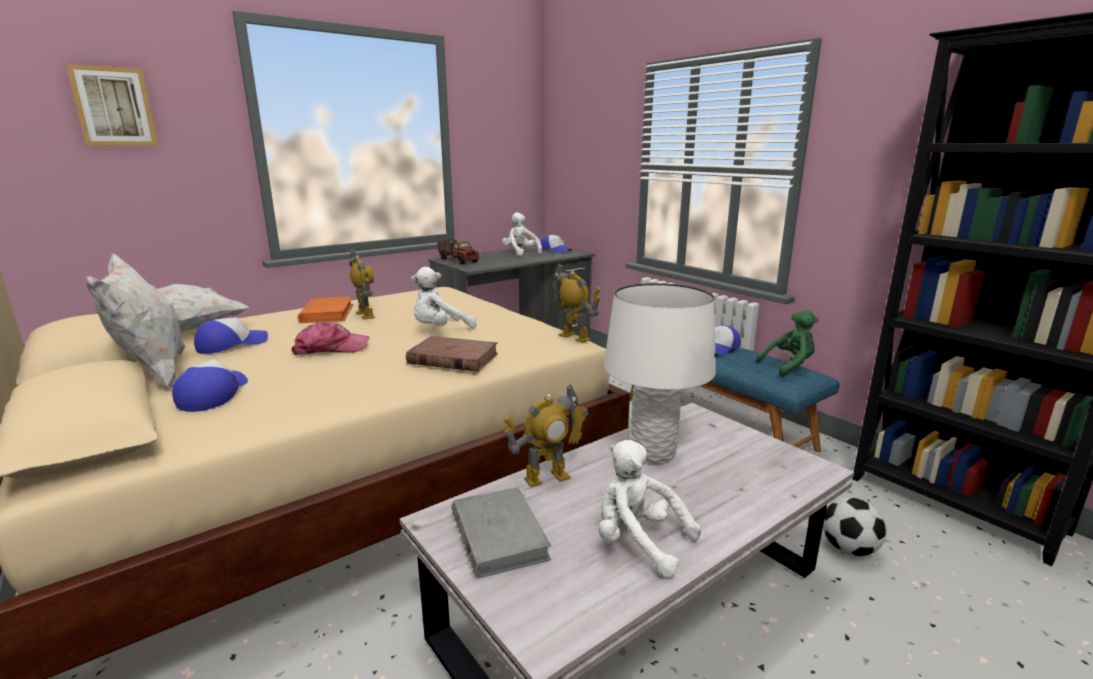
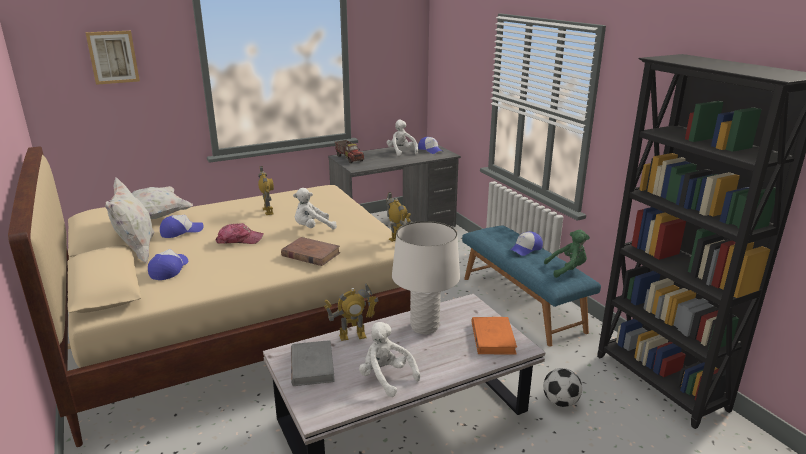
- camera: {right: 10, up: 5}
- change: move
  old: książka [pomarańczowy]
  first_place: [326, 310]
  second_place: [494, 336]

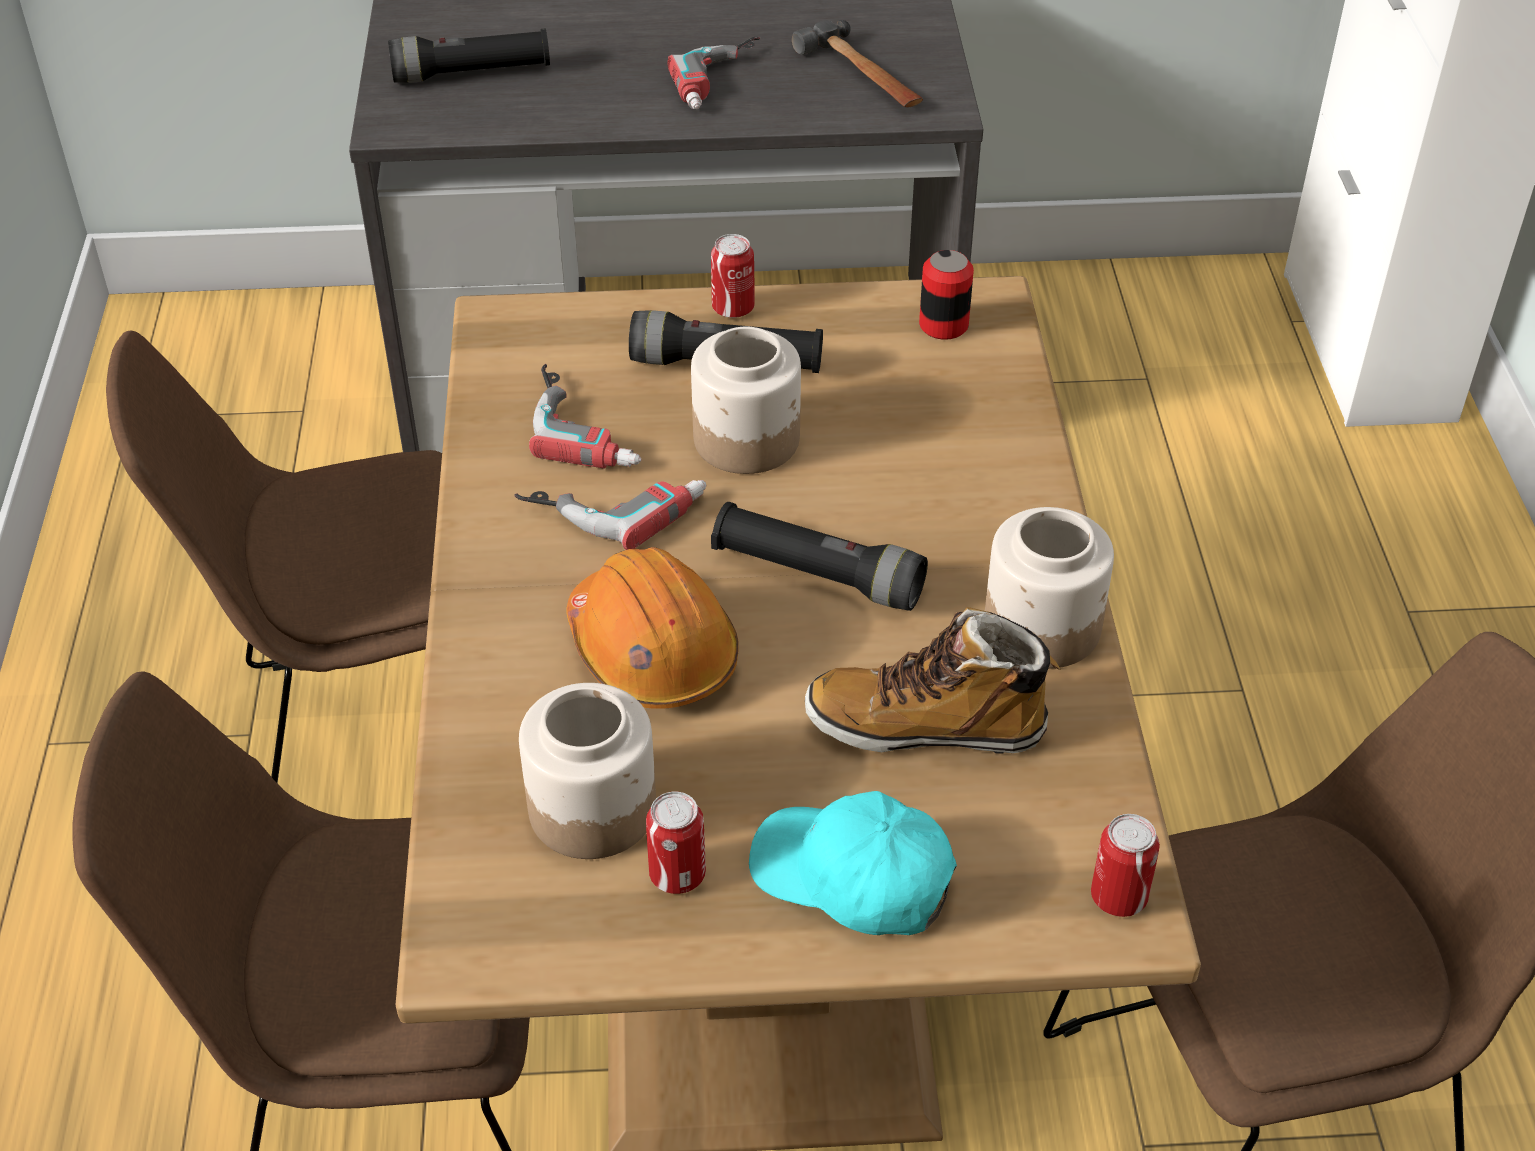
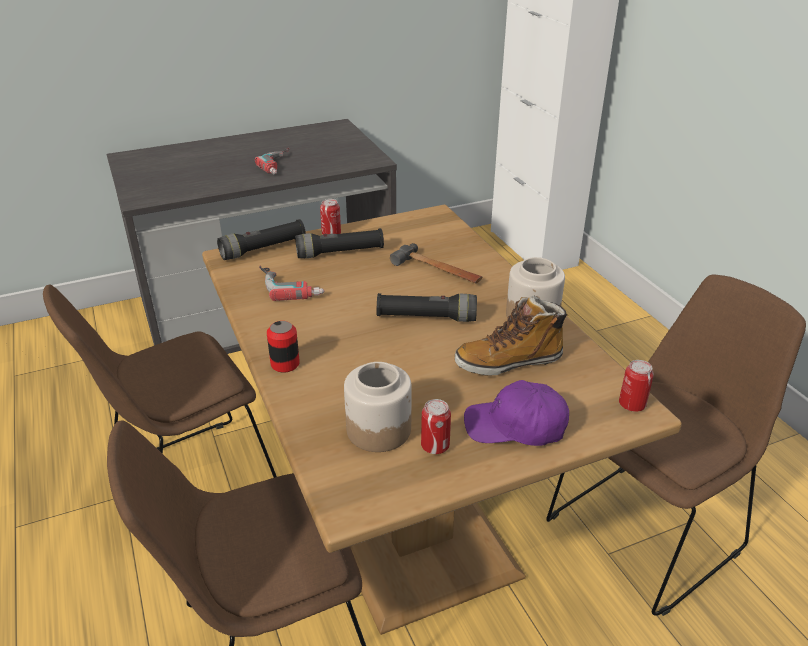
- camera: {right: -20, up: -10}
- change: move
  old: latarka [czarny]
  first_place: [469, 55]
  second_place: [261, 239]
- change: delete
  old: wiertarka
  first_place: [610, 515]
- change: delete
  old: kask [pomarańczowy]
  first_place: [652, 628]
- change: delete
  old: słoik
  first_place: [746, 400]
- change: recolor
  old: czapka z daszkiem [turkusowy]
  new: czapka z daszkiem [fioletowy]
  first_place: [853, 863]
  second_place: [516, 413]
- change: move
  old: młotek
  first_place: [857, 64]
  second_place: [436, 263]
- change: move
  old: puszka
  first_place: [946, 295]
  second_place: [283, 347]

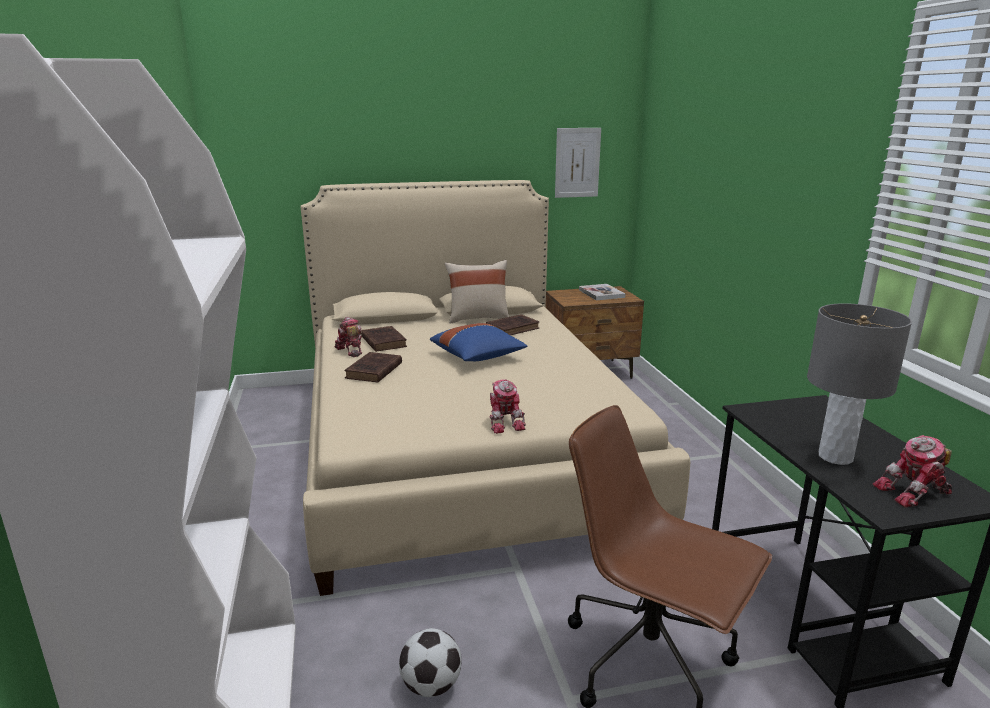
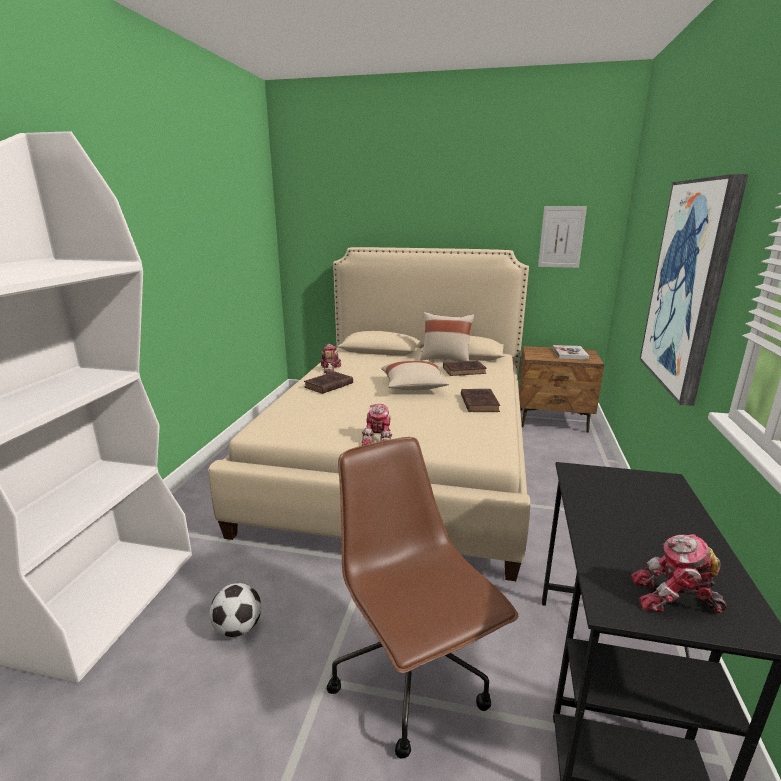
- camera: {right: 25, up: 0}
- change: move
  old: książka [brązowy]
  first_place: [384, 339]
  second_place: [480, 400]
- change: recolor
  old: poduszka [niebieski]
  new: poduszka [beżowy]
  first_place: [479, 342]
  second_place: [415, 376]
- change: delete
  old: lampa stołowa [szary]
  first_place: [859, 384]
- change: insert
  new: obraz
  second_place: [694, 290]

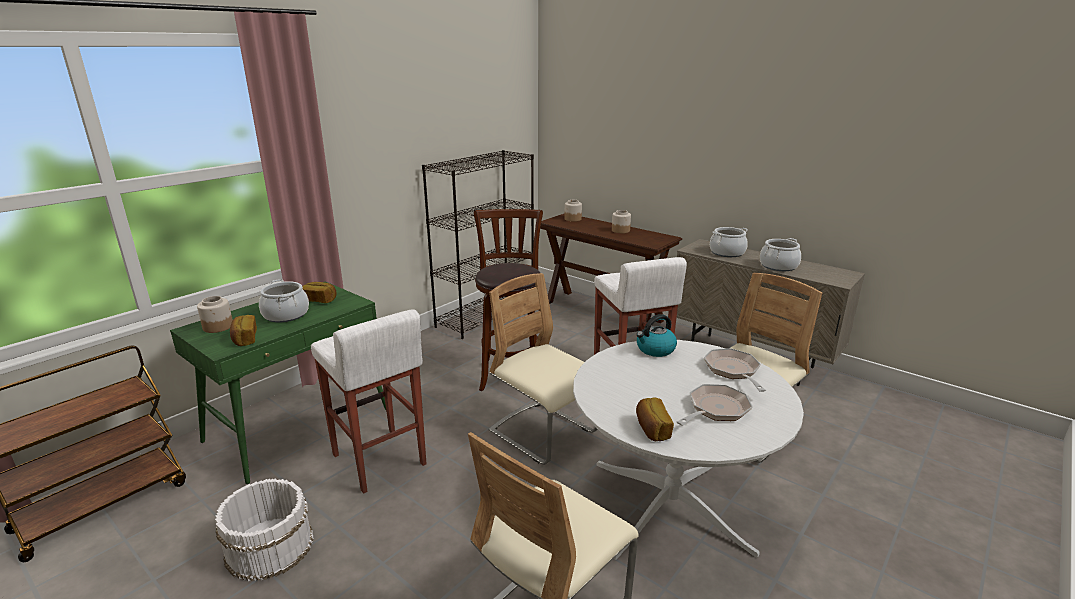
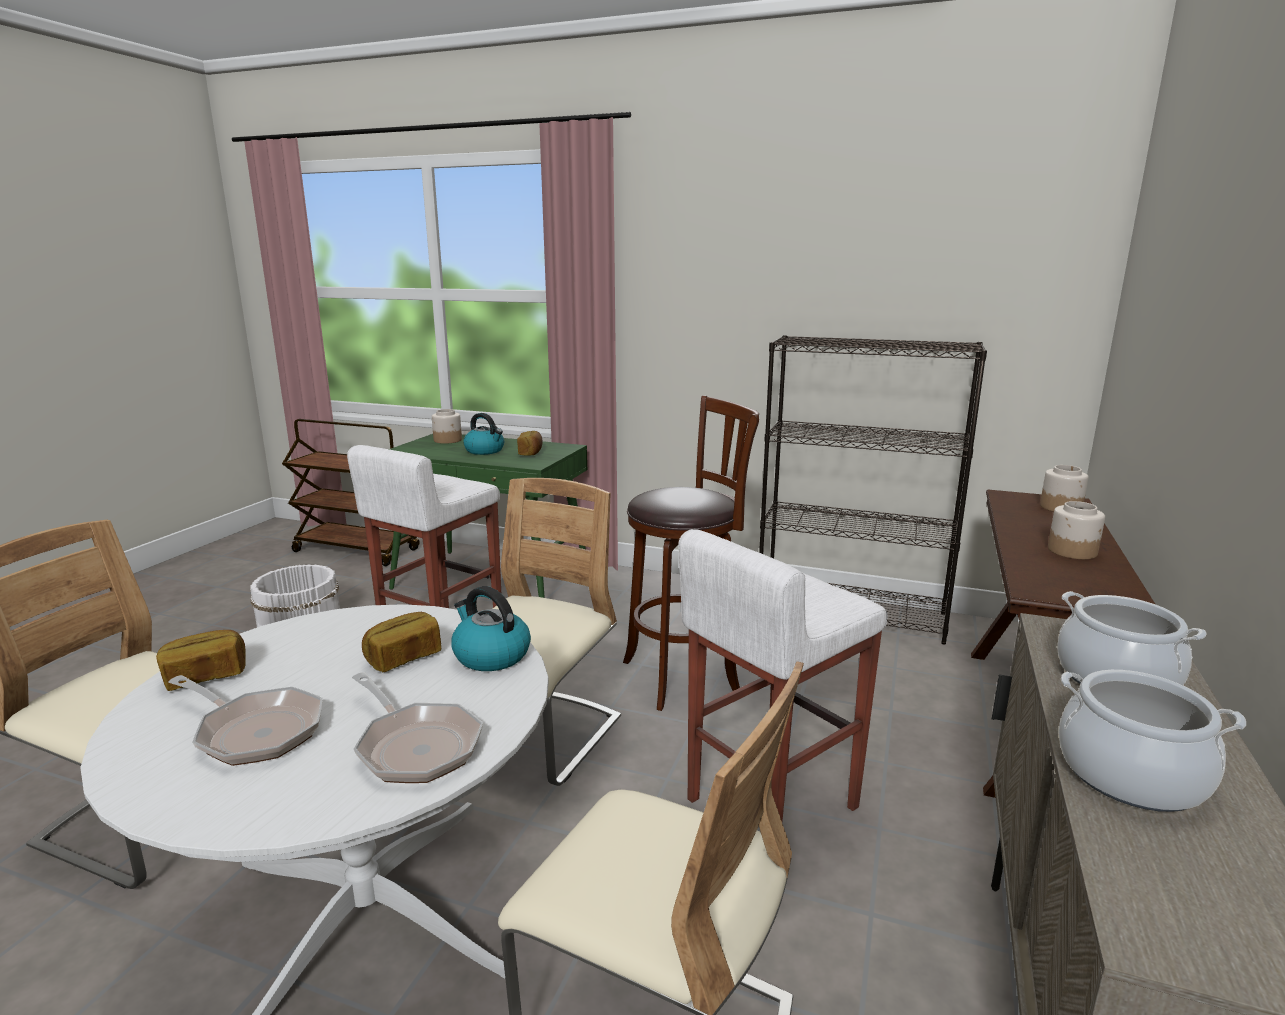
- camera: {right: 70, up: -5}
- change: move
  old: chleb
  first_place: [243, 330]
  second_place: [401, 642]
- change: replace
  old: garnek
  new: czajnik
  first_place: [284, 300]
  second_place: [483, 434]
- change: rotate
  old: patelnia
  first_place: [735, 370]
  second_place: [417, 727]
  degrees: 75

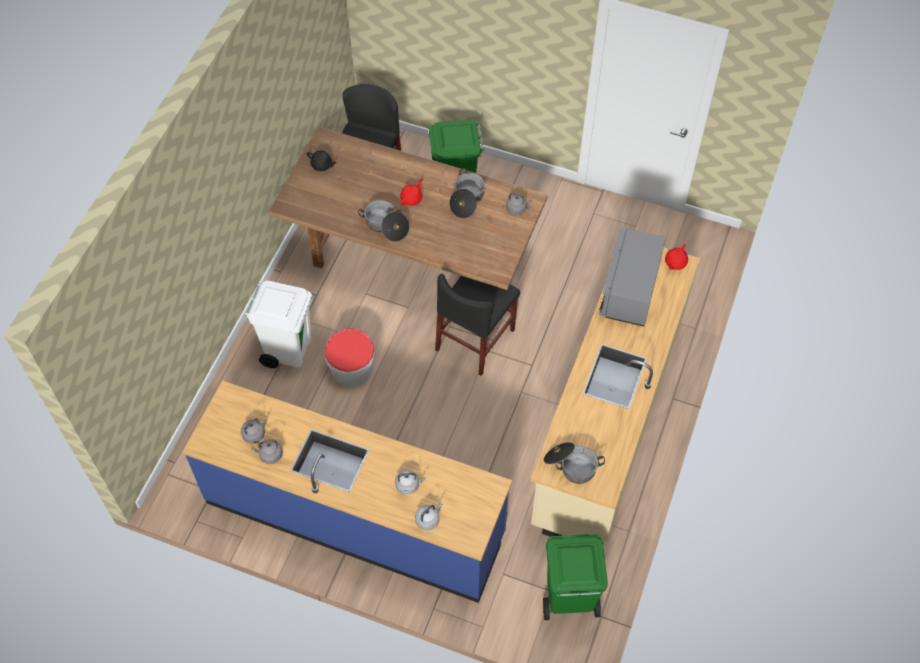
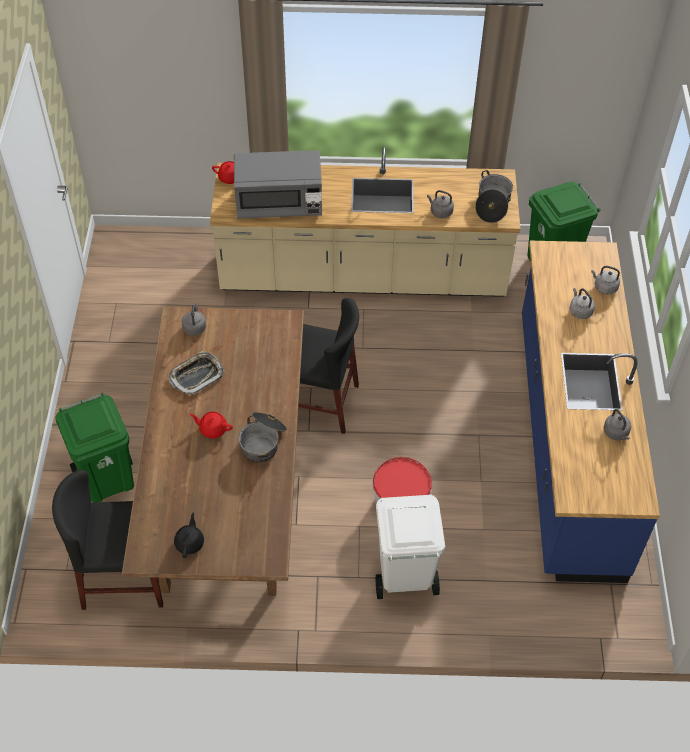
- camera: {right: -110, up: -5}
- change: move
  old: czajnik [szary]
  first_place: [254, 430]
  second_place: [440, 204]
- change: replace
  old: garnek
  new: taca
  first_place: [467, 193]
  second_place: [197, 373]

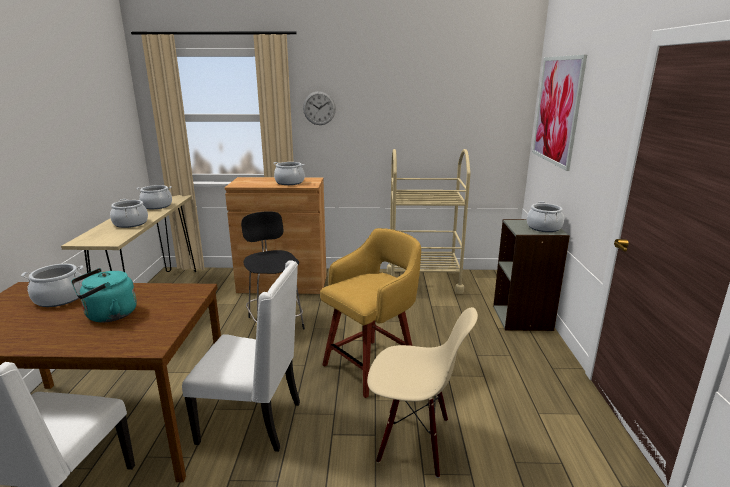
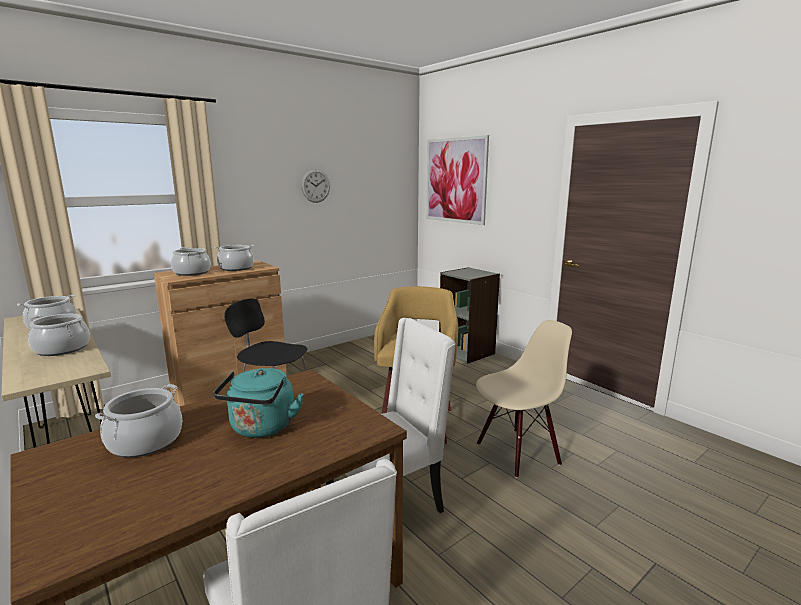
- camera: {right: -40, up: -5}
- change: move
  old: zegar ścienny
  first_place: [319, 108]
  second_place: [315, 186]
- change: delete
  old: wózek [beżowy]
  first_place: [429, 221]
- change: move
  old: garnek
  first_place: [545, 217]
  second_place: [191, 261]

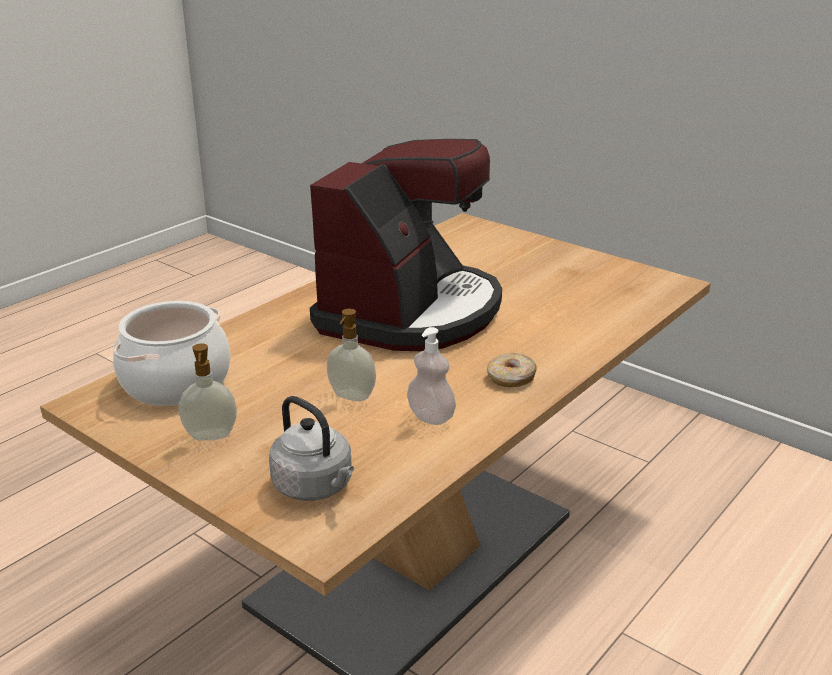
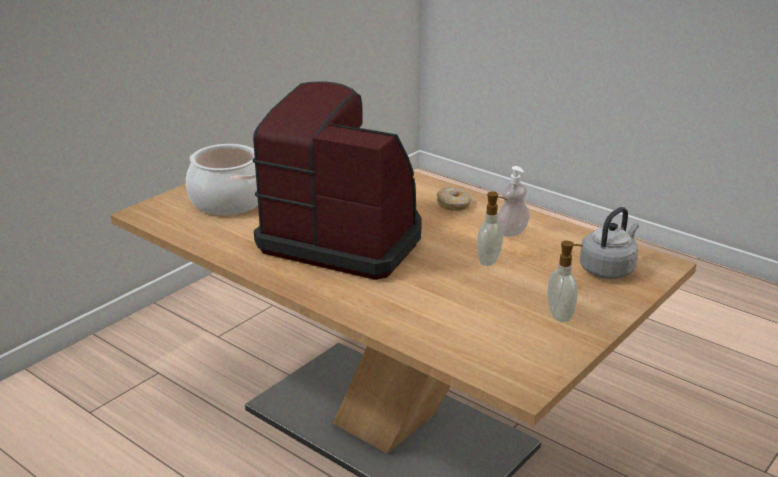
- camera: {right: -90, up: 0}
- change: move
  old: garnek
  first_place: [172, 353]
  second_place: [222, 179]

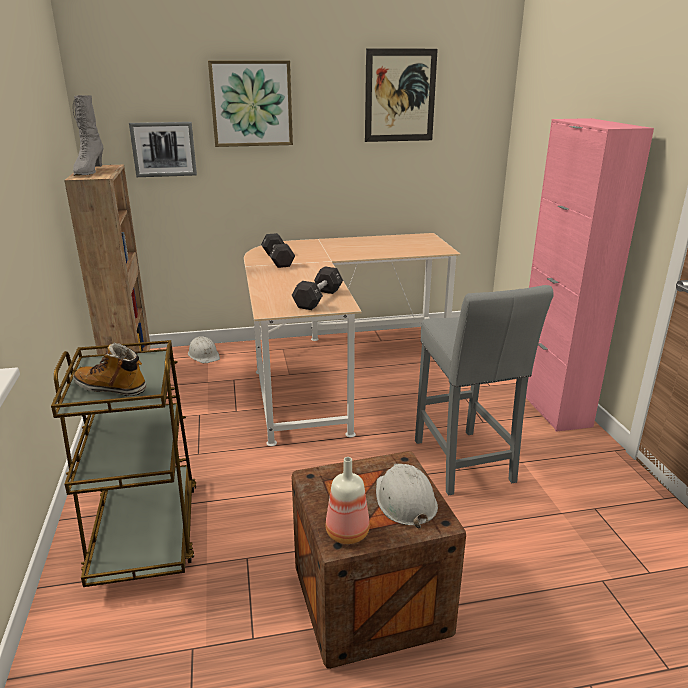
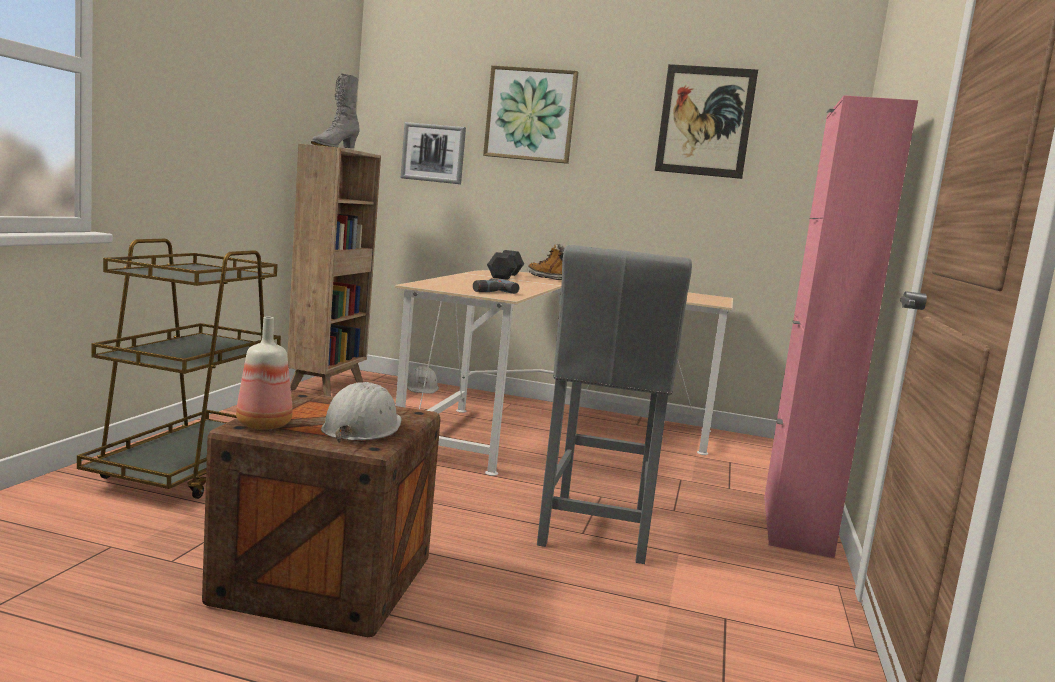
- camera: {right: 25, up: -15}
- change: move
  old: but z cholewką
  first_place: [110, 369]
  second_place: [546, 261]
- change: replace
  old: hantel [czarny]
  new: wiertarka
  first_place: [317, 288]
  second_place: [496, 286]

